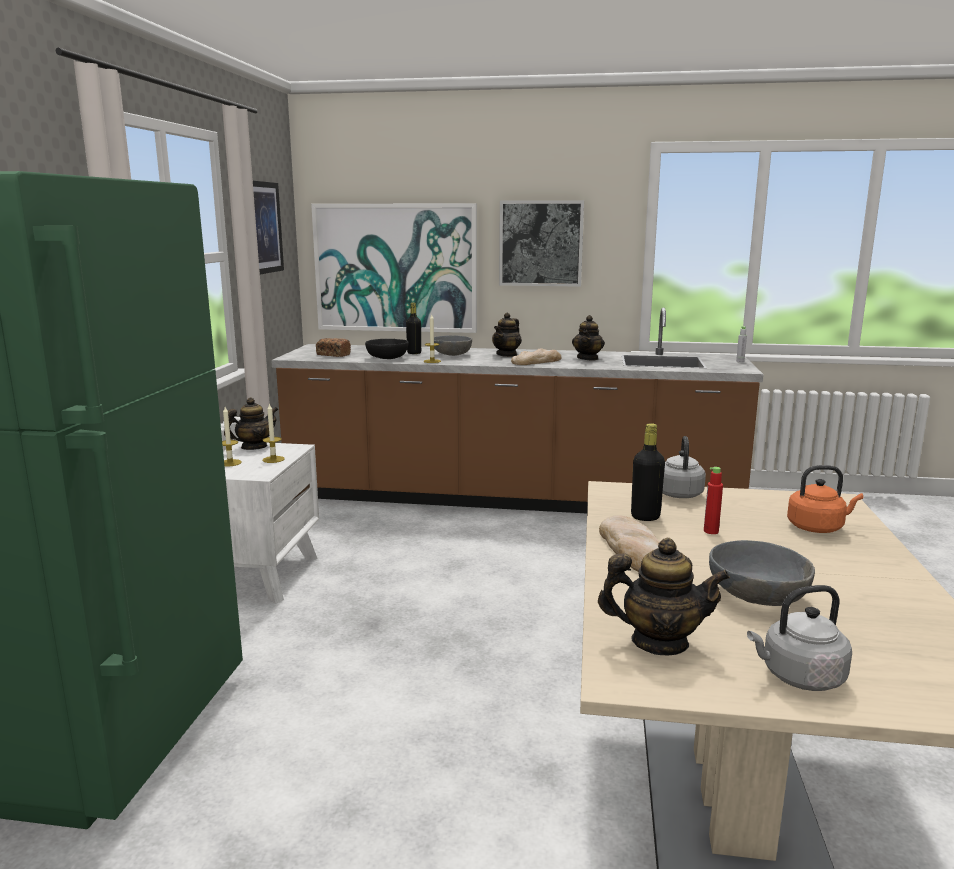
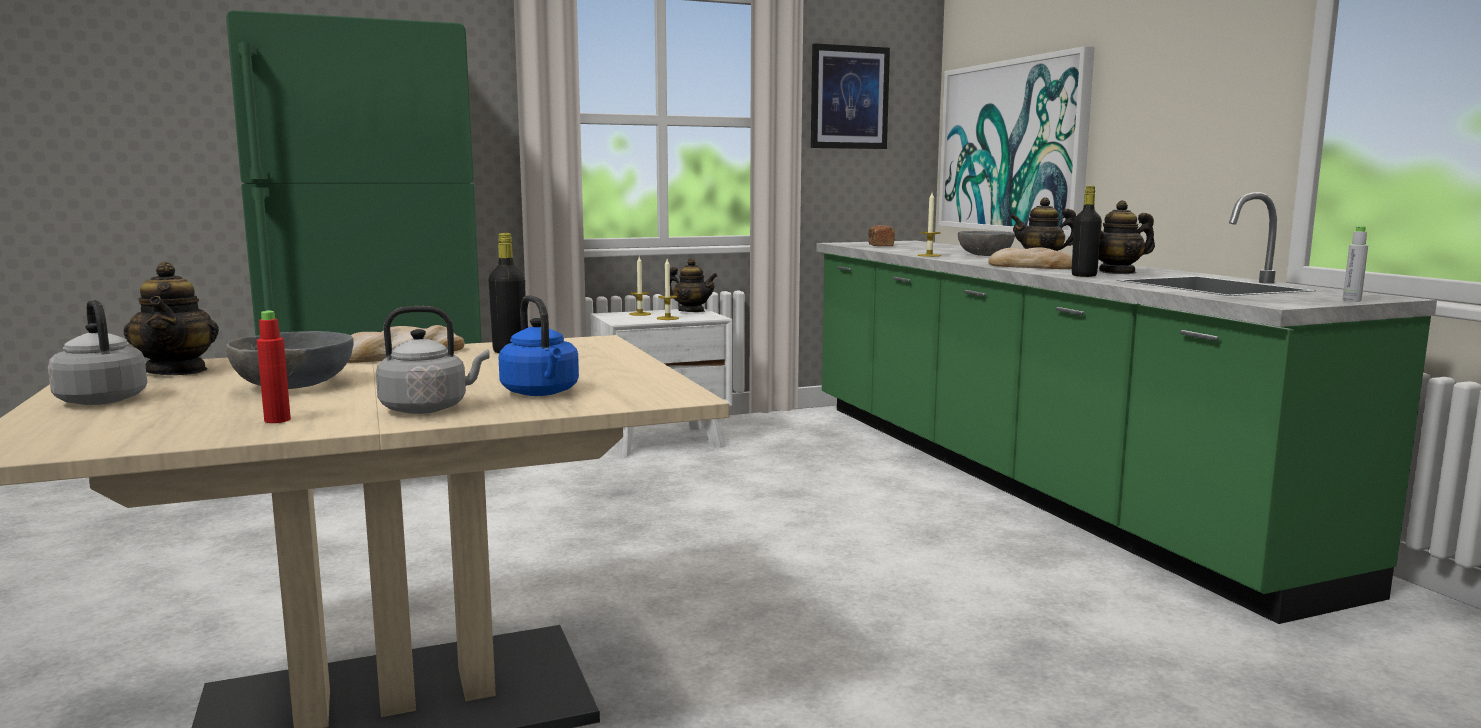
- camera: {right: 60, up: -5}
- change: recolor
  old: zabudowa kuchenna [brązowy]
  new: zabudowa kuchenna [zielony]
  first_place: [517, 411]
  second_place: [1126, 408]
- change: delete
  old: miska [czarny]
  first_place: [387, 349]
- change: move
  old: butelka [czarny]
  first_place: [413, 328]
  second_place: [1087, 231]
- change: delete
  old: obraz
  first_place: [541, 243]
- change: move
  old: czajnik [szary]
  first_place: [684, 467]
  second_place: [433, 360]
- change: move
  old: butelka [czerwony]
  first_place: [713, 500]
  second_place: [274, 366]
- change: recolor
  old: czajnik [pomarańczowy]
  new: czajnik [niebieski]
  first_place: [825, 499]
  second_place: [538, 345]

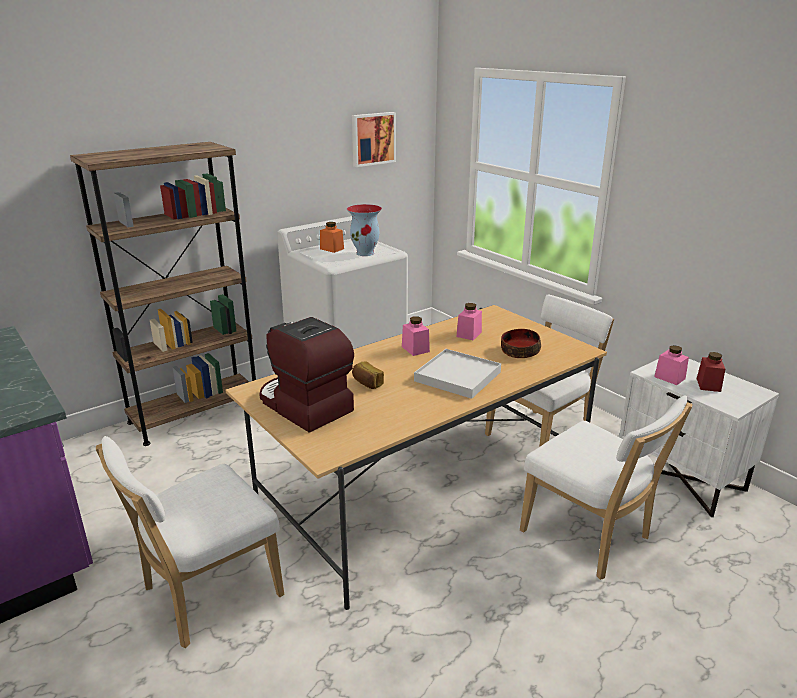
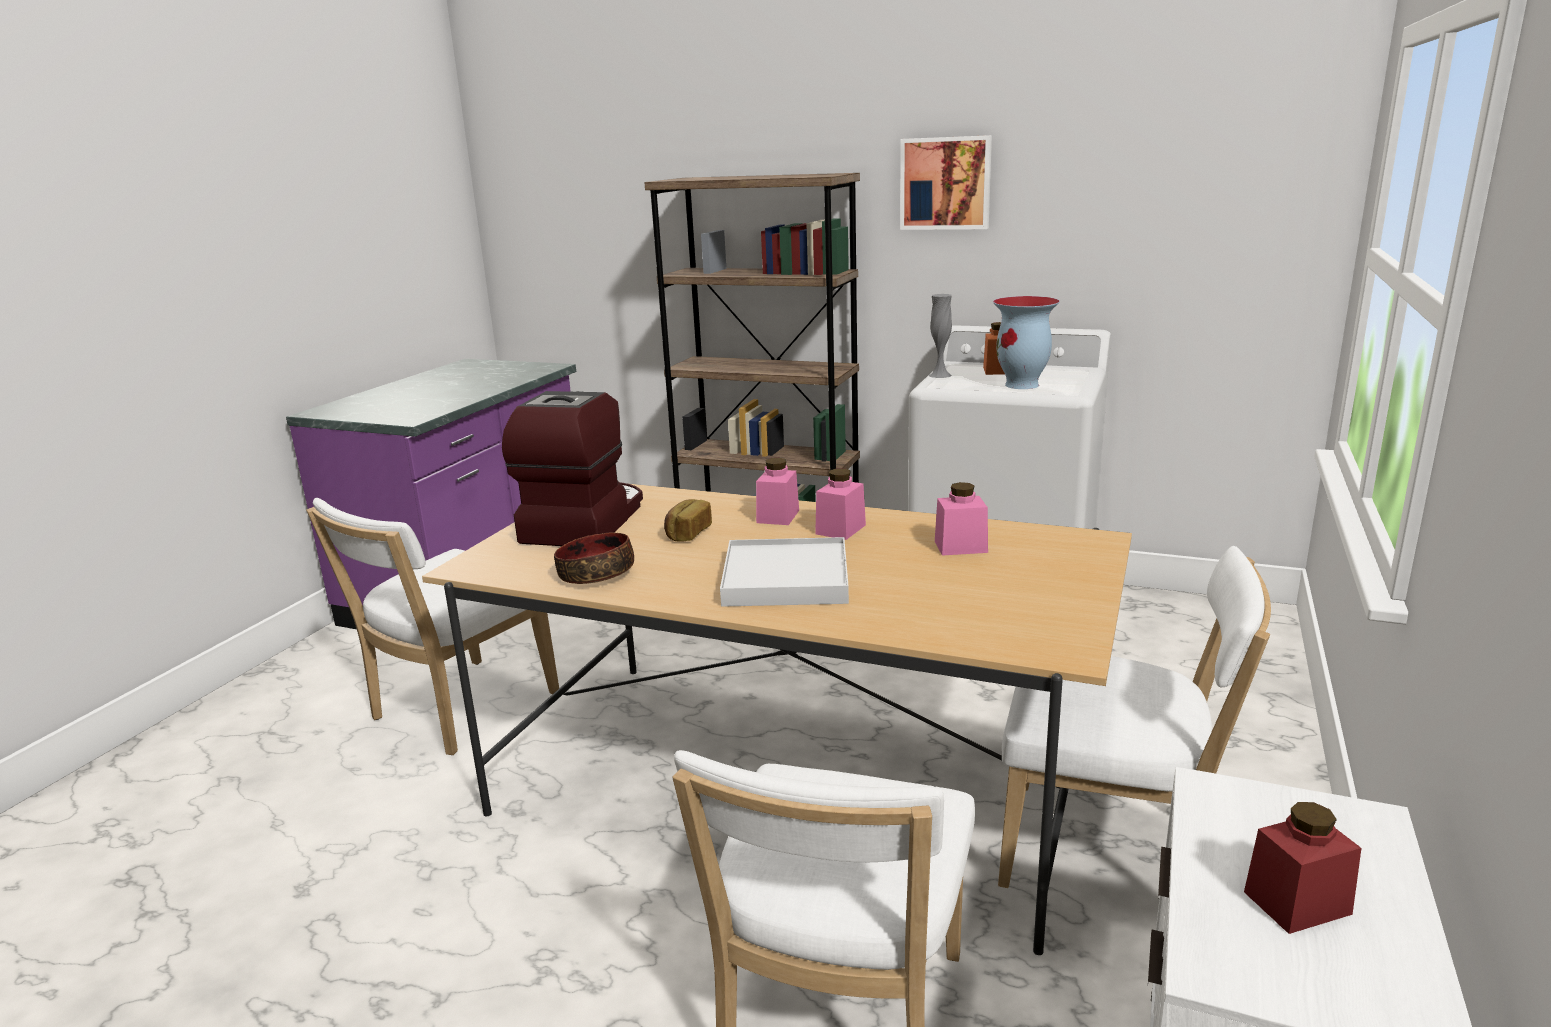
- camera: {right: 60, up: -5}
- change: rotate
  old: krzesło [biały]
  first_place: [190, 542]
  second_place: [432, 626]
  degrees: -75
- change: move
  old: obraz
  first_place: [374, 139]
  second_place: [946, 182]
- change: move
  old: miska
  first_place: [521, 343]
  second_place: [594, 558]
- change: move
  old: słoik [różowy]
  first_place: [671, 365]
  second_place: [777, 491]
- change: insert
  new: wazon [szary]
  second_place: [940, 336]

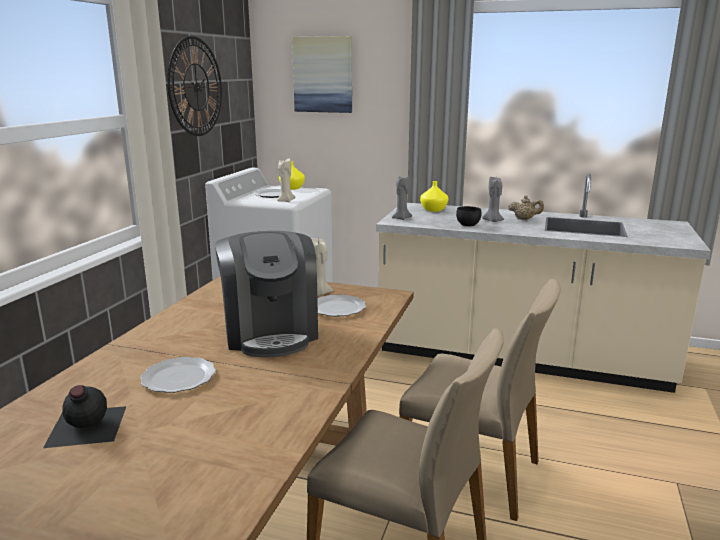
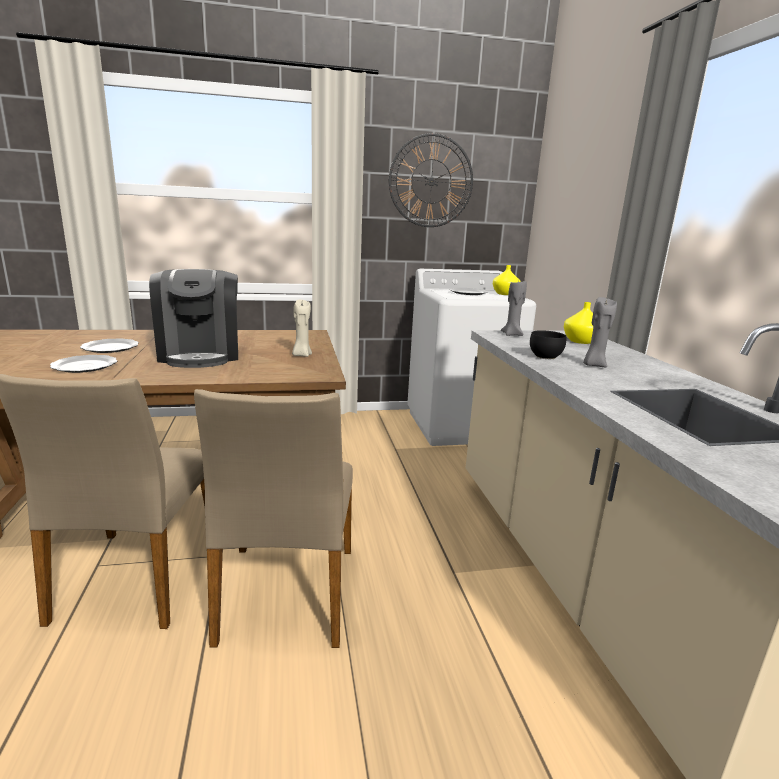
- camera: {right: 60, up: 0}
- change: delete
  old: butelka [czarny]
  first_place: [84, 416]
- change: rotate
  old: ekspres do kawy
  first_place: [266, 294]
  second_place: [193, 318]
  degrees: -60
- change: delete
  old: świeca [beżowy]
  first_place: [286, 180]
- change: delete
  old: obraz
  first_place: [322, 74]
- change: move
  old: talerz
  first_place: [341, 306]
  second_place: [83, 364]
- change: delete
  old: imbryk [beżowy]
  first_place: [526, 207]

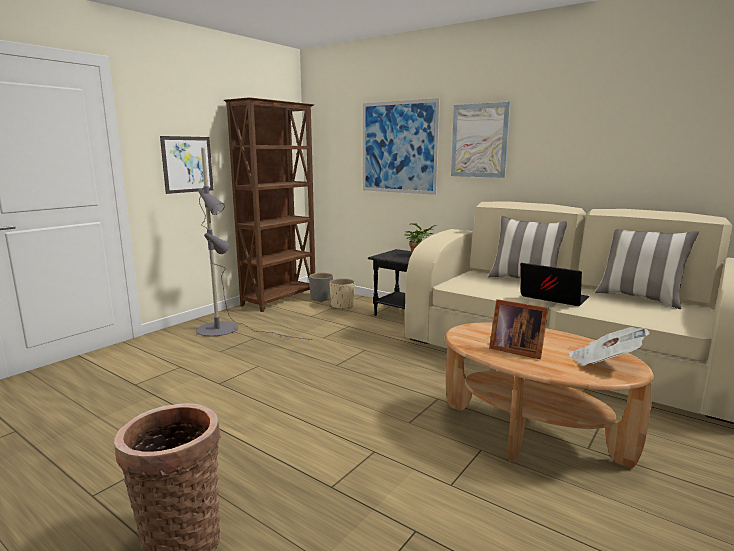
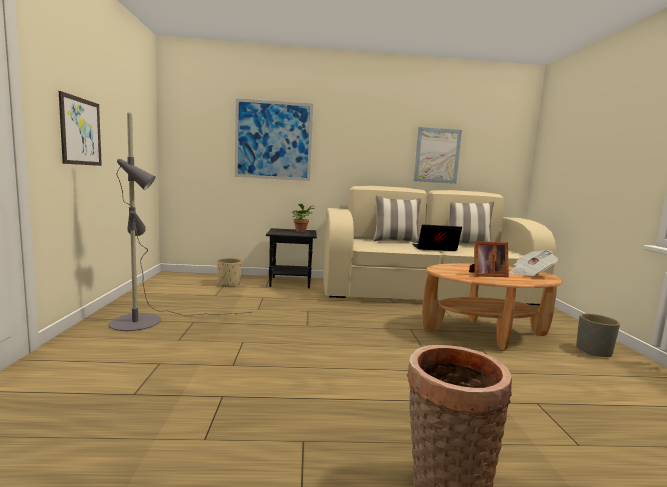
- camera: {right: -40, up: -5}
- change: delete
  old: regał [brązowy]
  first_place: [269, 204]
- change: move
  old: donica [szary]
  first_place: [321, 287]
  second_place: [598, 335]
- change: move
  old: obraz
  first_place: [481, 140]
  second_place: [438, 155]

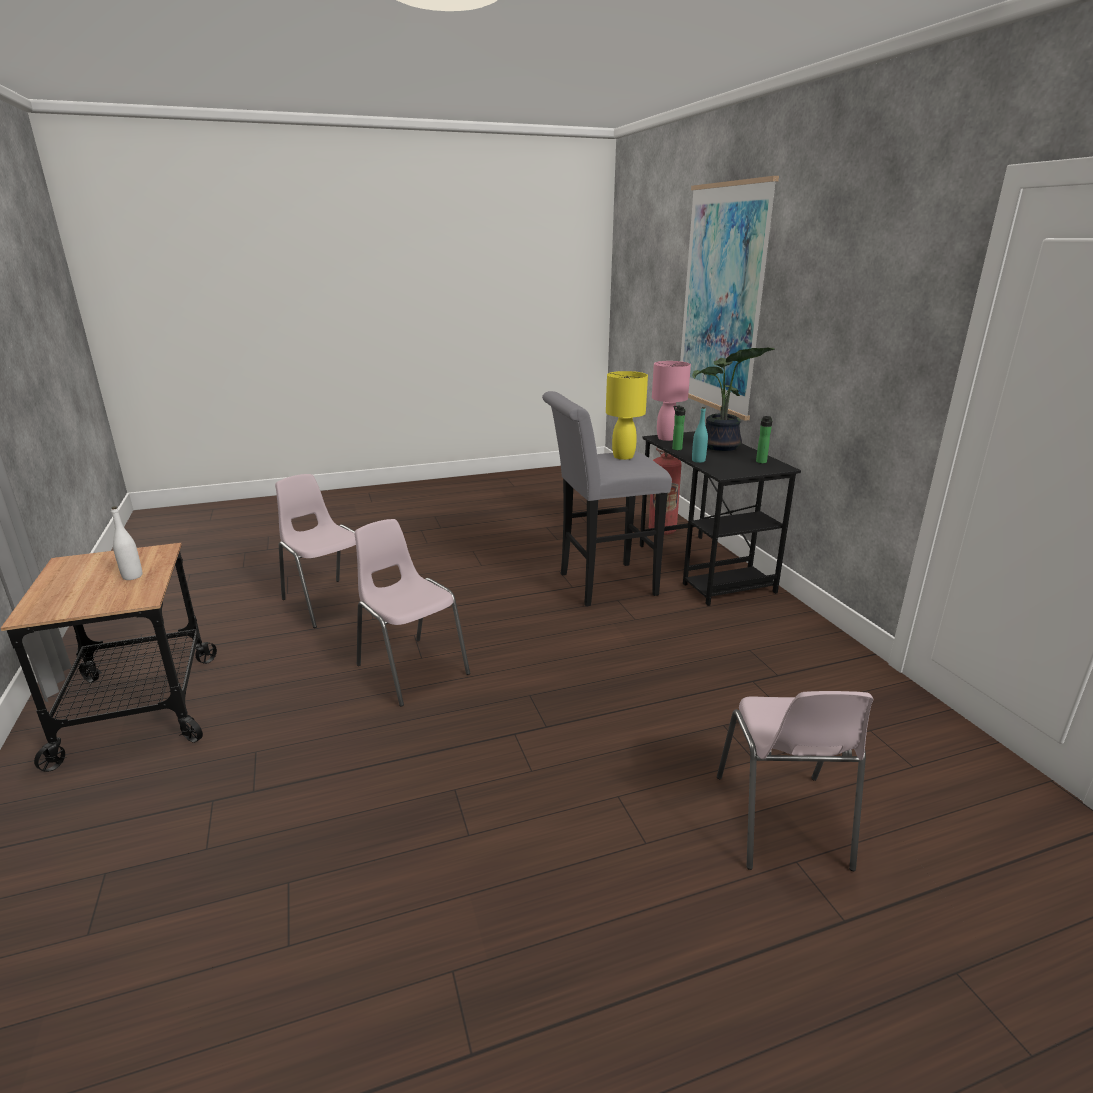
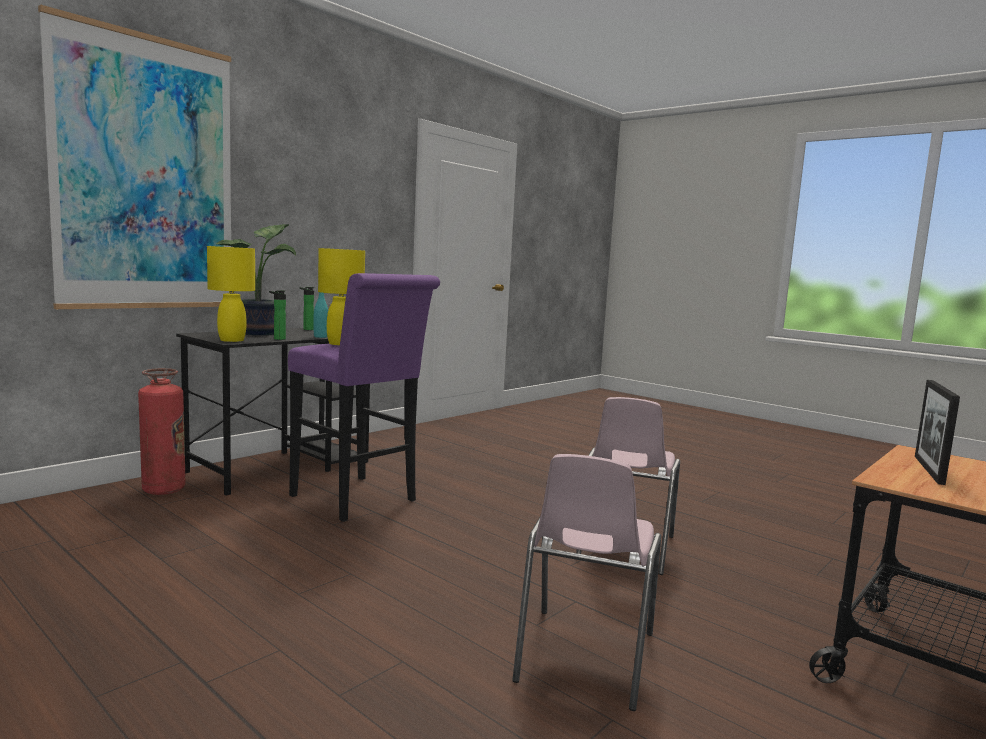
- camera: {right: -120, up: -15}
- change: replace
  old: butelka [biały]
  new: ramka na zdjęcie
  first_place: [126, 543]
  second_place: [937, 432]
- change: recolor
  old: stołek [szary]
  new: stołek [fioletowy]
  first_place: [607, 498]
  second_place: [364, 397]
- change: recolor
  old: lampa stołowa [różowy]
  new: lampa stołowa [żółty]
  first_place: [671, 401]
  second_place: [231, 294]
- change: delete
  old: krzesło [różowy]
  first_place: [795, 781]

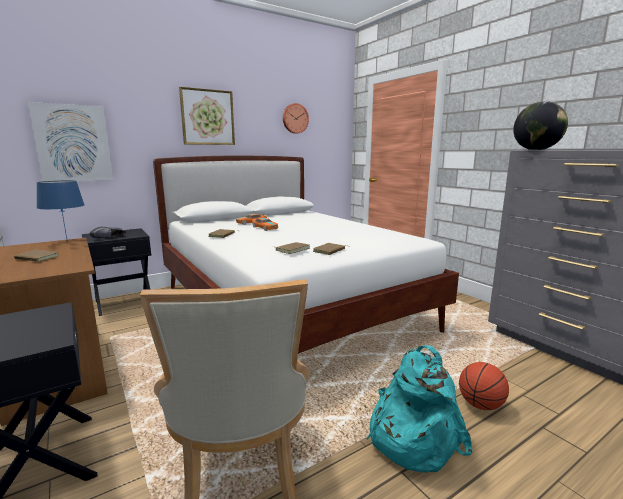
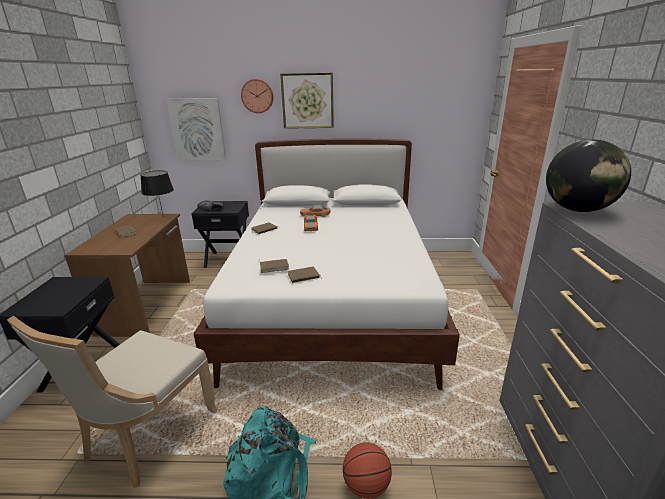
- camera: {right: 35, up: 10}
- change: recolor
  old: lampa stołowa [niebieski]
  new: lampa stołowa [czarny]
  first_place: [60, 211]
  second_place: [157, 192]
- change: move
  old: zegar ścienny
  first_place: [296, 118]
  second_place: [257, 96]

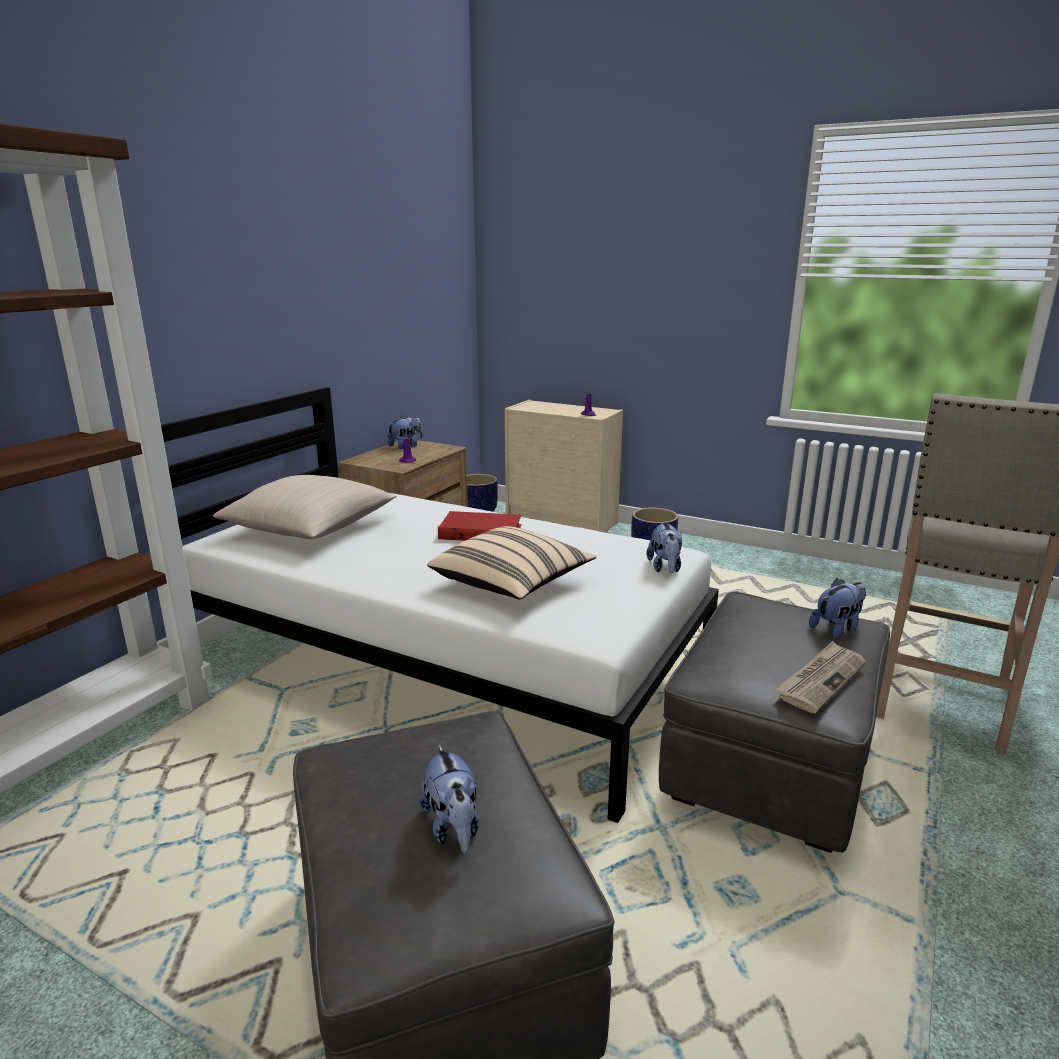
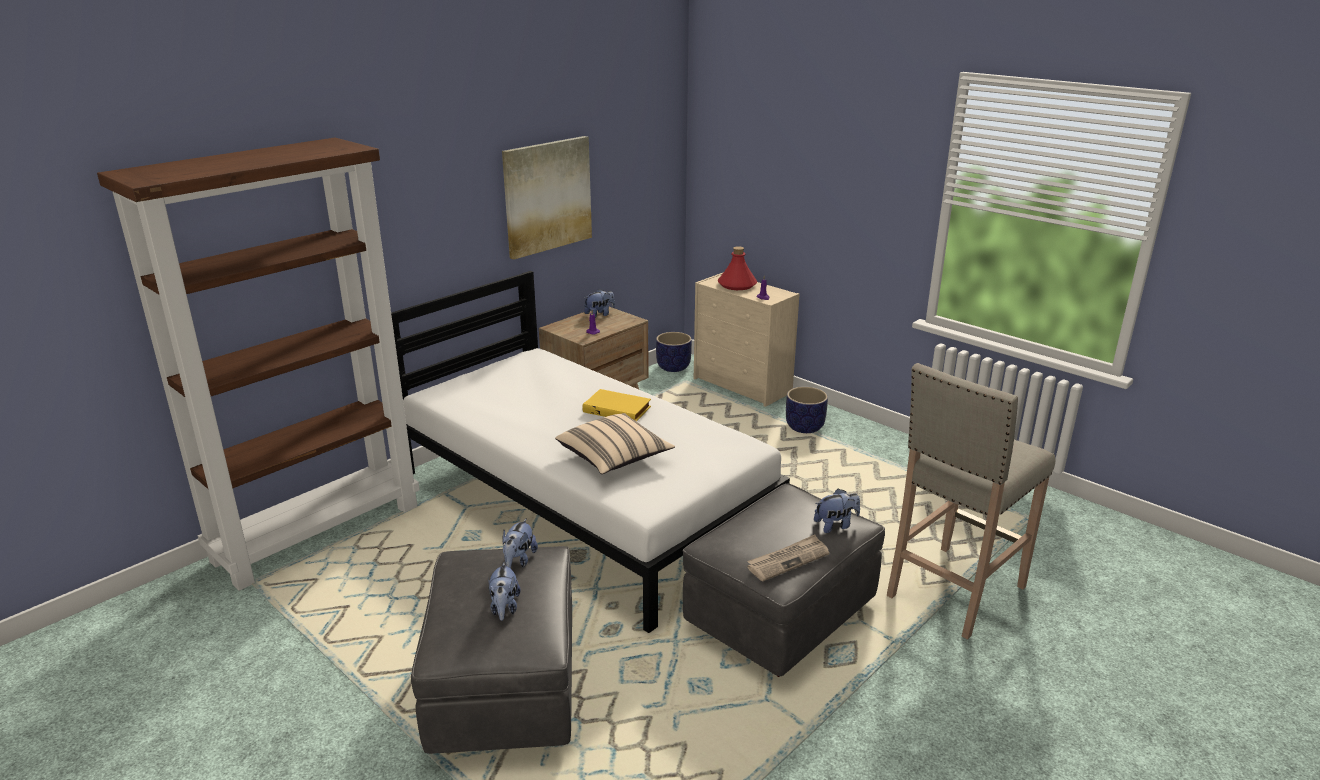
- camera: {right: 15, up: 5}
- change: delete
  old: poduszka [beżowy]
  first_place: [305, 507]
- change: recolor
  old: książka [czerwony]
  new: książka [żółty]
  first_place: [479, 526]
  second_place: [616, 405]
- change: move
  old: pluszak
  first_place: [664, 547]
  second_place: [520, 543]
- change: insert
  new: obraz
  second_place: [547, 198]
- change: insert
  new: butelka [czerwony]
  second_place: [737, 268]

